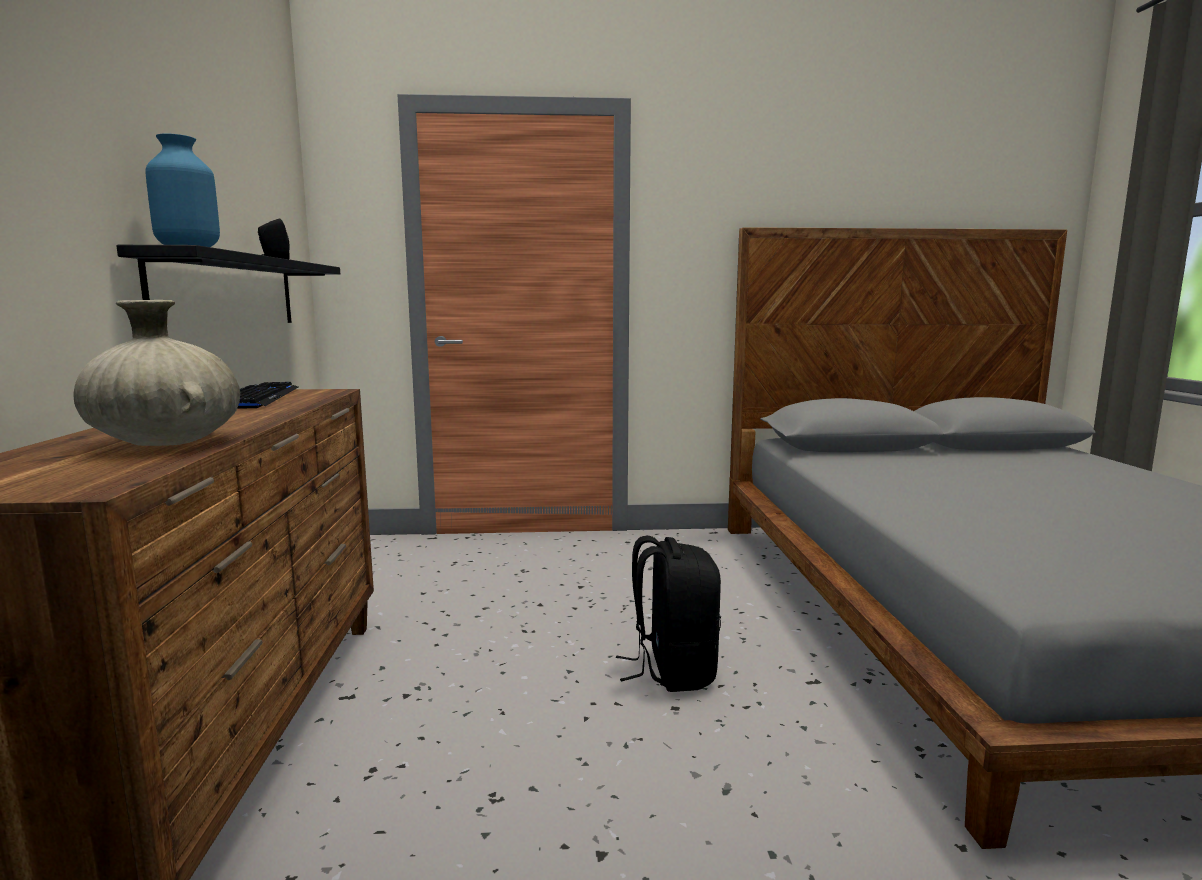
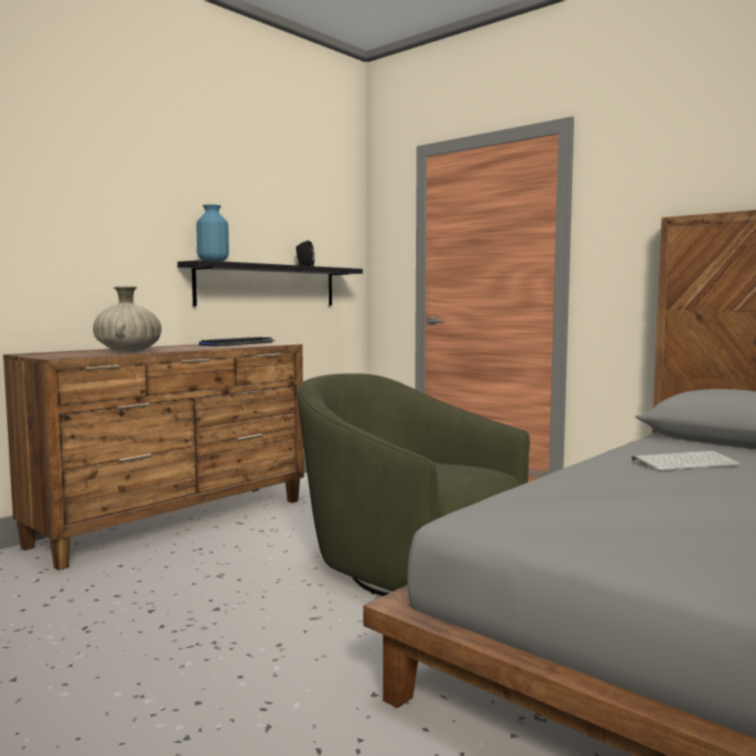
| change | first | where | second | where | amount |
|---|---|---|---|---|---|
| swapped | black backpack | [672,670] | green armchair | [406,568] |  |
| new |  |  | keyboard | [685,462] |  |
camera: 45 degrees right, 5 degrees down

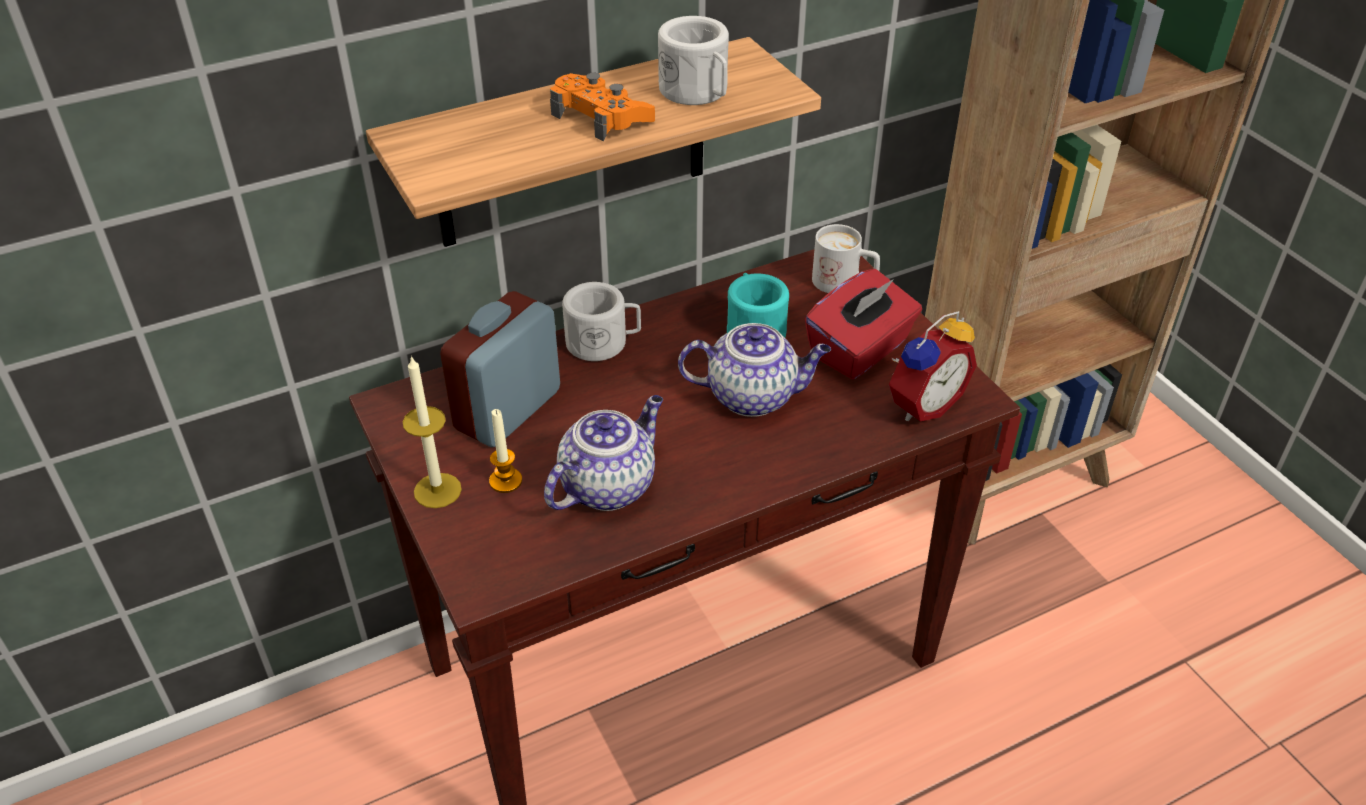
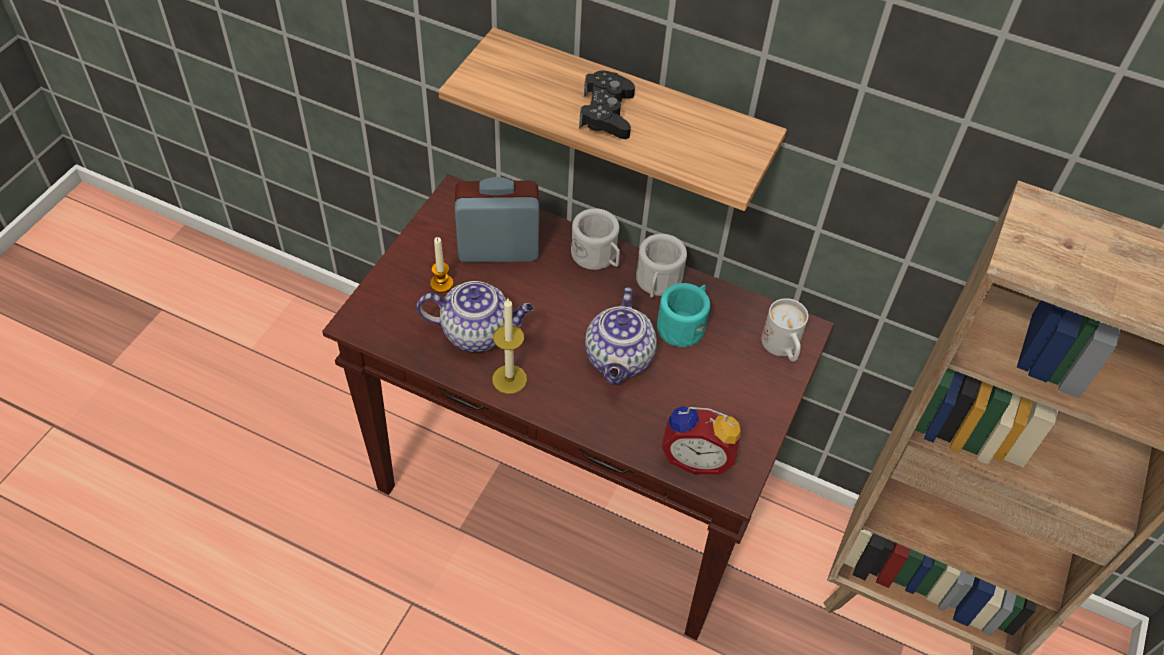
| change | first | where | second | where | amount |
|---|---|---|---|---|---|
| shifted | candle | [437,490] |  | [509,379] |  |
| repainted | orange game controller | [601,117] | black game controller | [606,113] |  |
| rotated | teapot | [754,396] |  | [619,360] | 45 degrees clockwise |
| shifted | white mug | [698,93] |  | [657,283] |  |
| gone | red tissue box | [860,350] |  |  |  |
camera: 50 degrees right, 10 degrees up

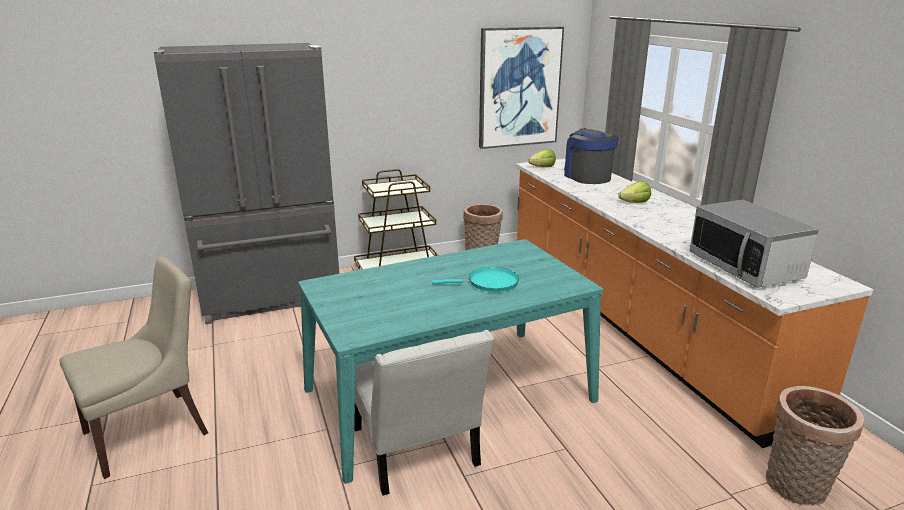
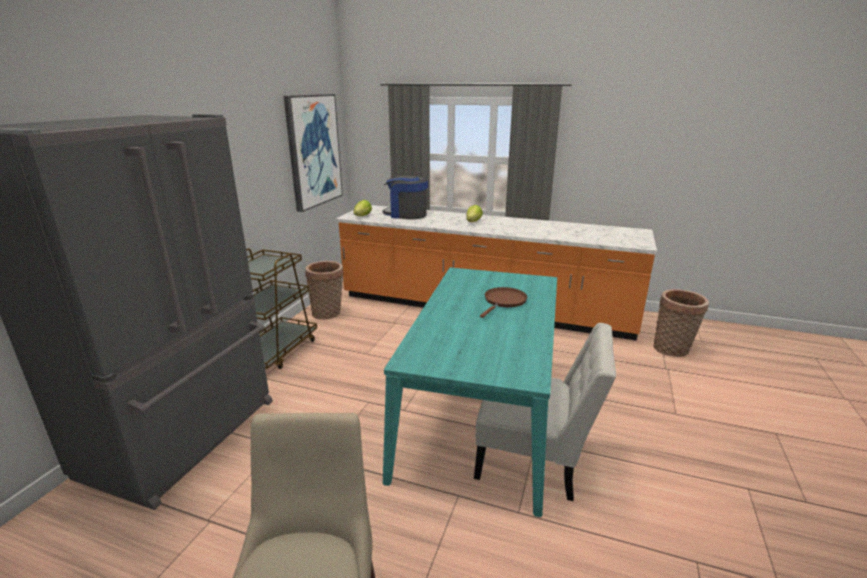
| change | first | where | second | where | amount |
|---|---|---|---|---|---|
| repainted | turquoise frying pan | [489,283] | brown frying pan | [504,301] |  |
| gone | microwave | [745,267] |  |  |  |
camera: 50 degrees left, 0 degrees up

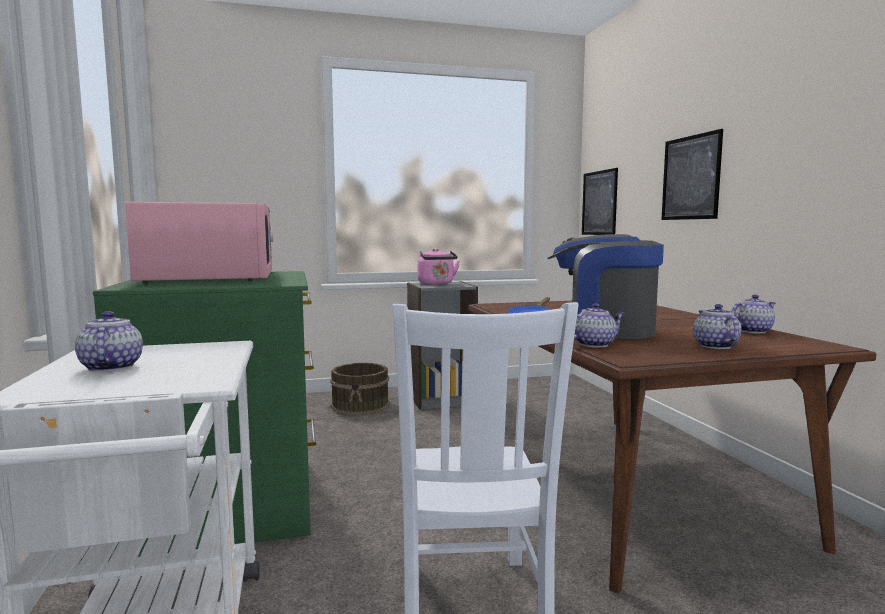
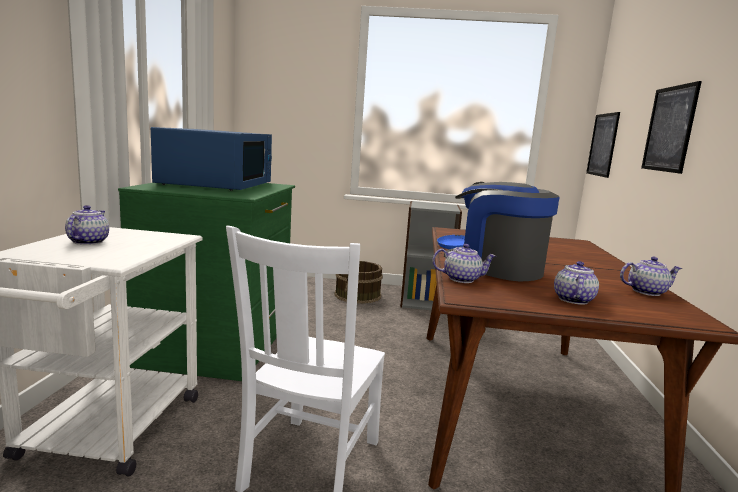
| change | first | where | second | where | amount |
|---|---|---|---|---|---|
| repainted | pink microwave | [211,277] | blue microwave | [217,184] |  |
| gone | pink kettle | [436,284] |  |  |  |
camera: 20 degrees right, 5 degrees up

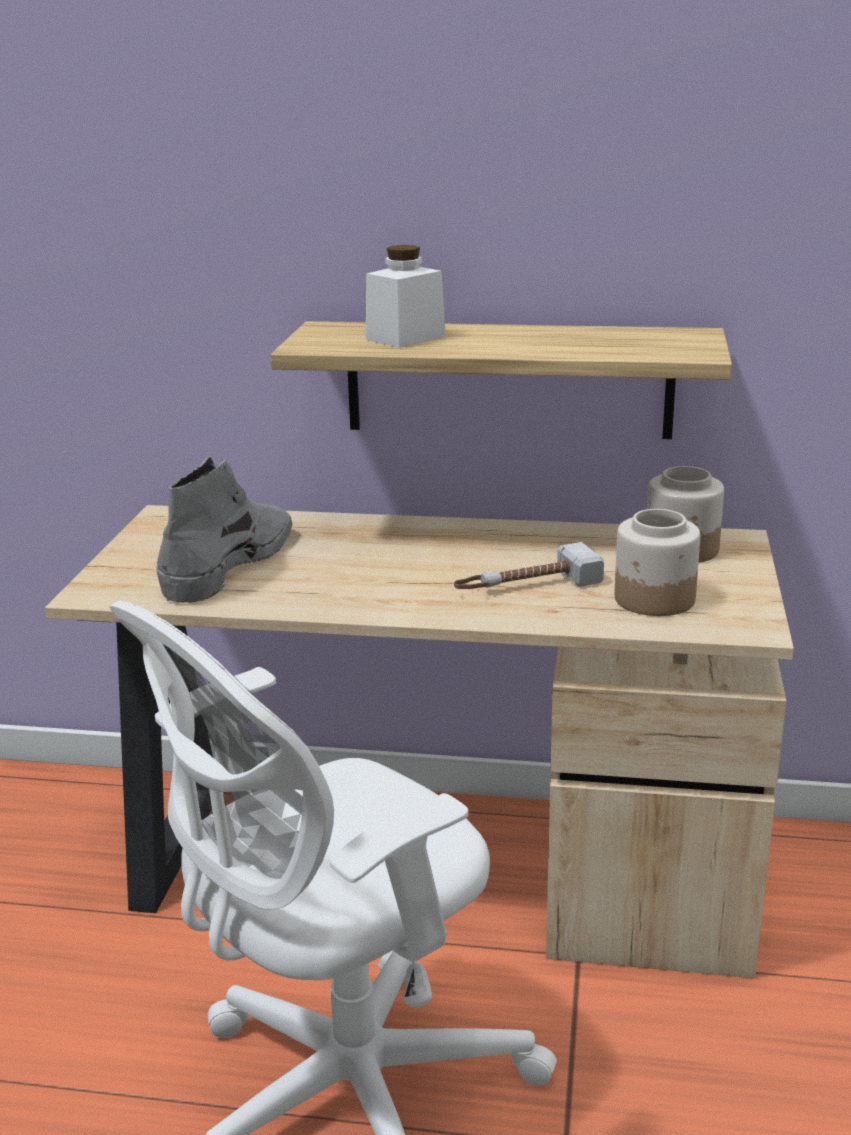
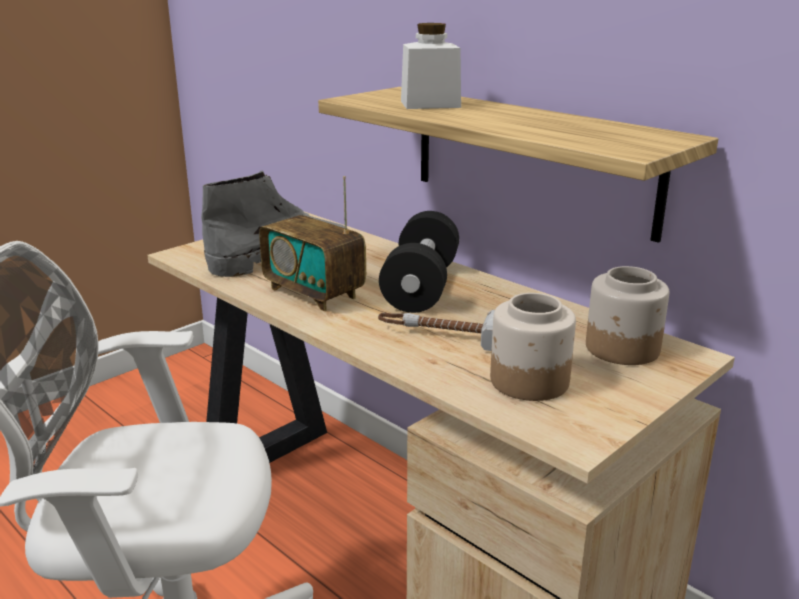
| change | first | where | second | where | amount |
|---|---|---|---|---|---|
| new |  |  | radio | [314,293] |  |
| new |  |  | black dumbbell | [421,287] |  |
camera: 35 degrees right, 0 degrees up

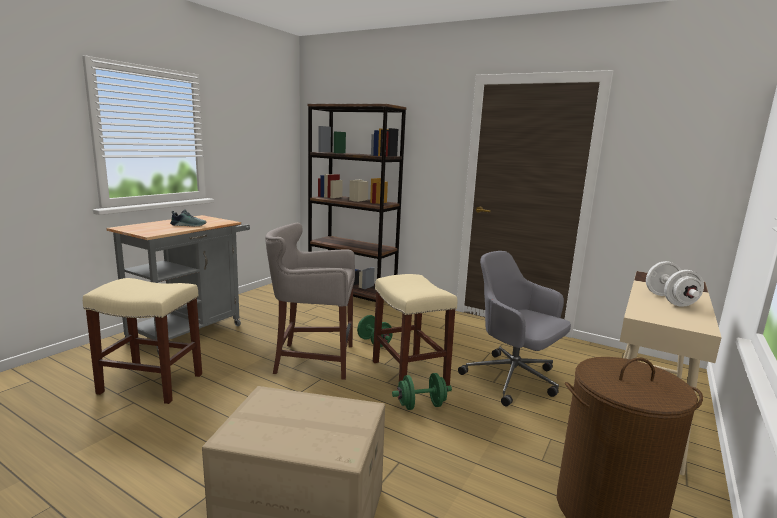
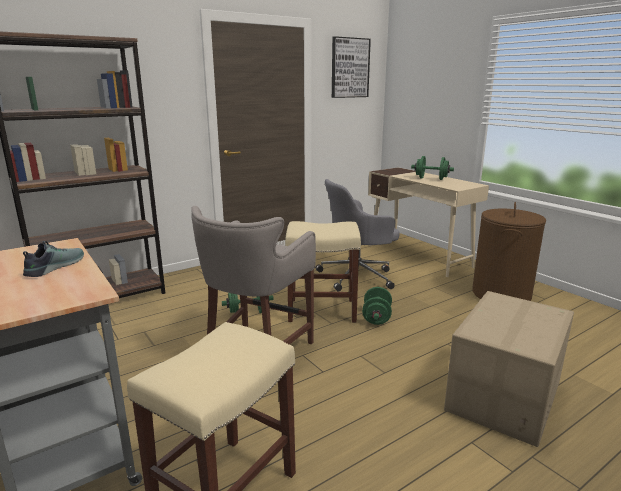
| change | first | where | second | where | amount |
|---|---|---|---|---|---|
| new |  |  | picture | [349,68] |  |
| repainted | white dumbbell | [670,300] | green dumbbell | [431,179] |  |
camera: 65 degrees left, 5 degrees up

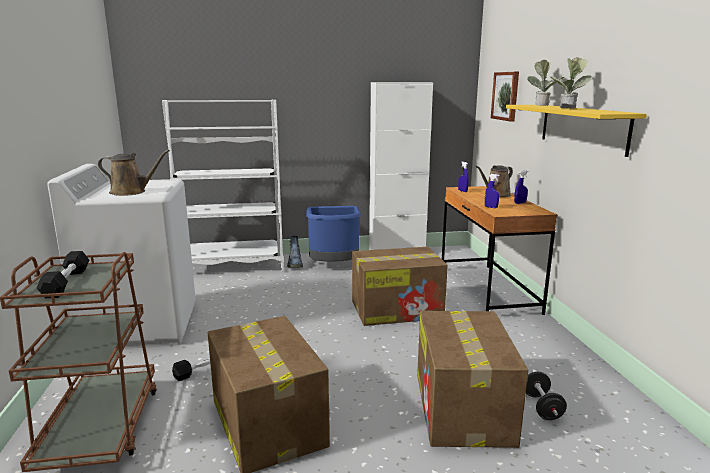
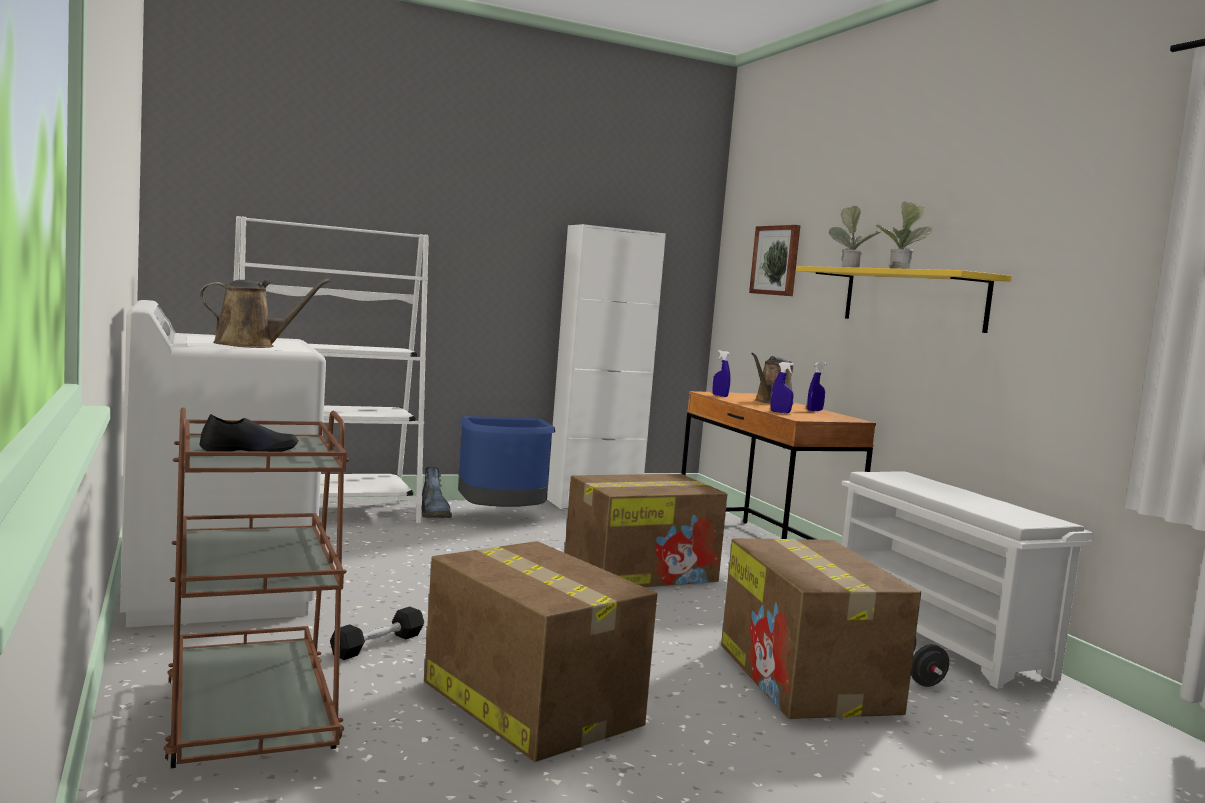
| change | first | where | second | where | amount |
|---|---|---|---|---|---|
| swapped | black dumbbell | [66,282] | black shoe | [249,451] |  |
| new |  |  | white shoe rack | [940,637] |  |
camera: 15 degrees left, 10 degrees down

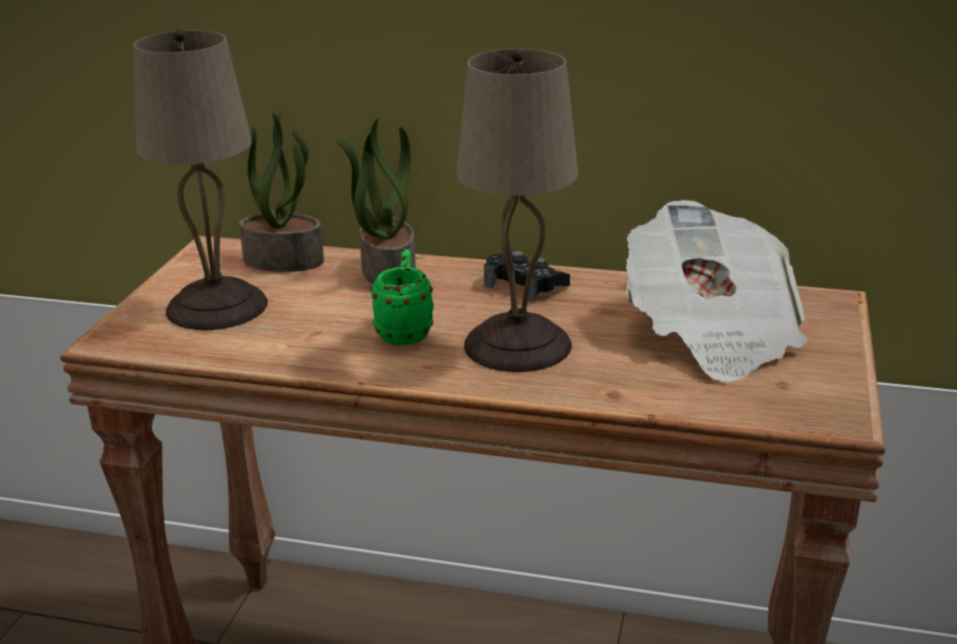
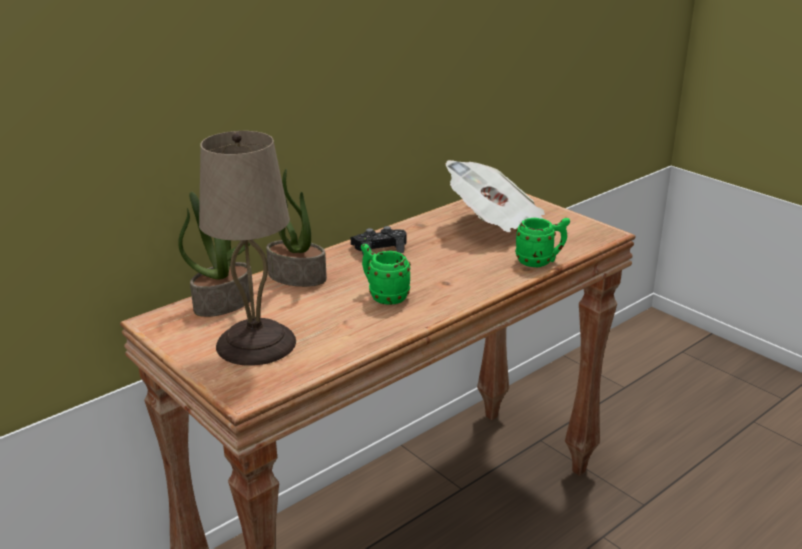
| change | first | where | second | where | amount |
|---|---|---|---|---|---|
| new |  |  | green mug | [540,261] |  |
| gone | beige table lamp | [520,344] |  |  |  |
camera: 55 degrees left, 0 degrees up

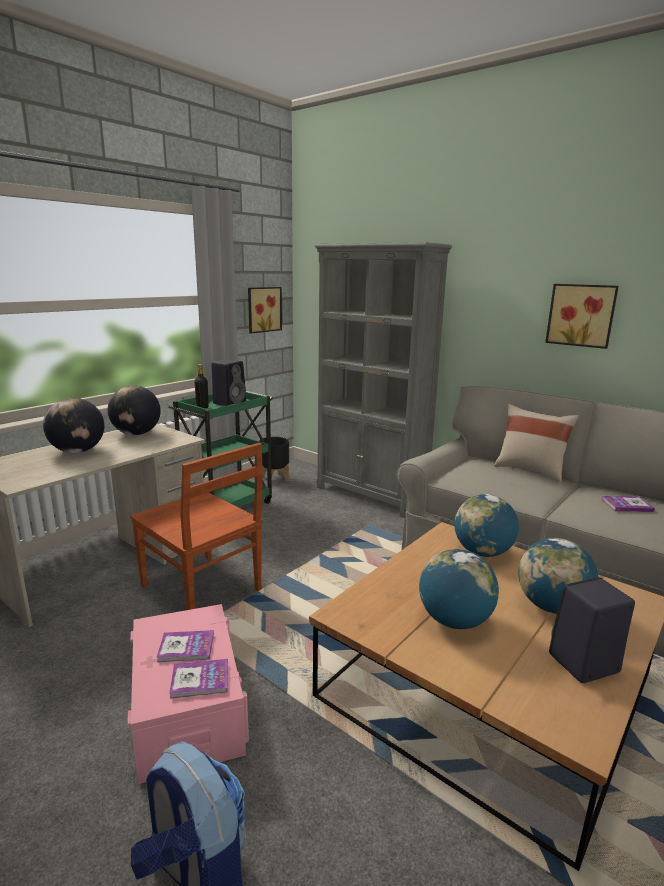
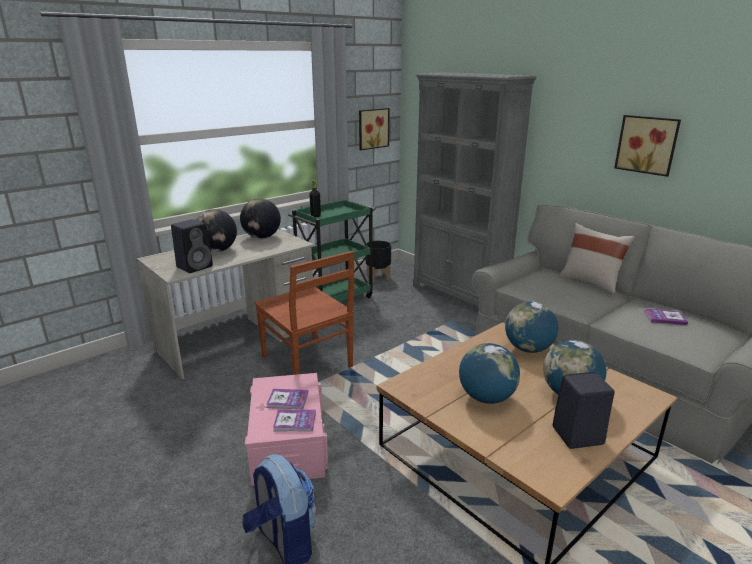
| change | first | where | second | where | amount |
|---|---|---|---|---|---|
| shifted | black speaker | [230,402] |  | [195,266] |  |
camera: 10 degrees right, 5 degrees up

